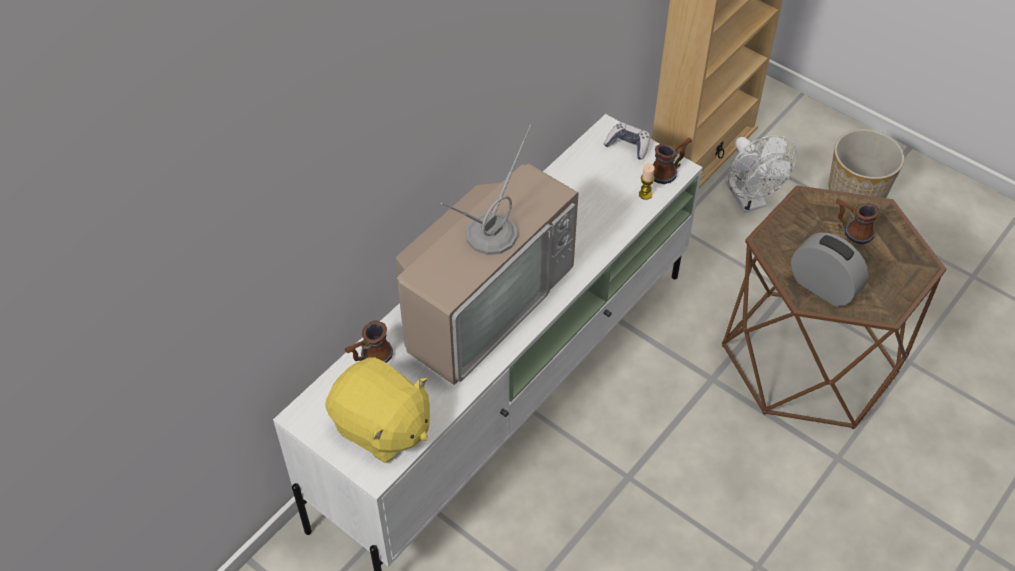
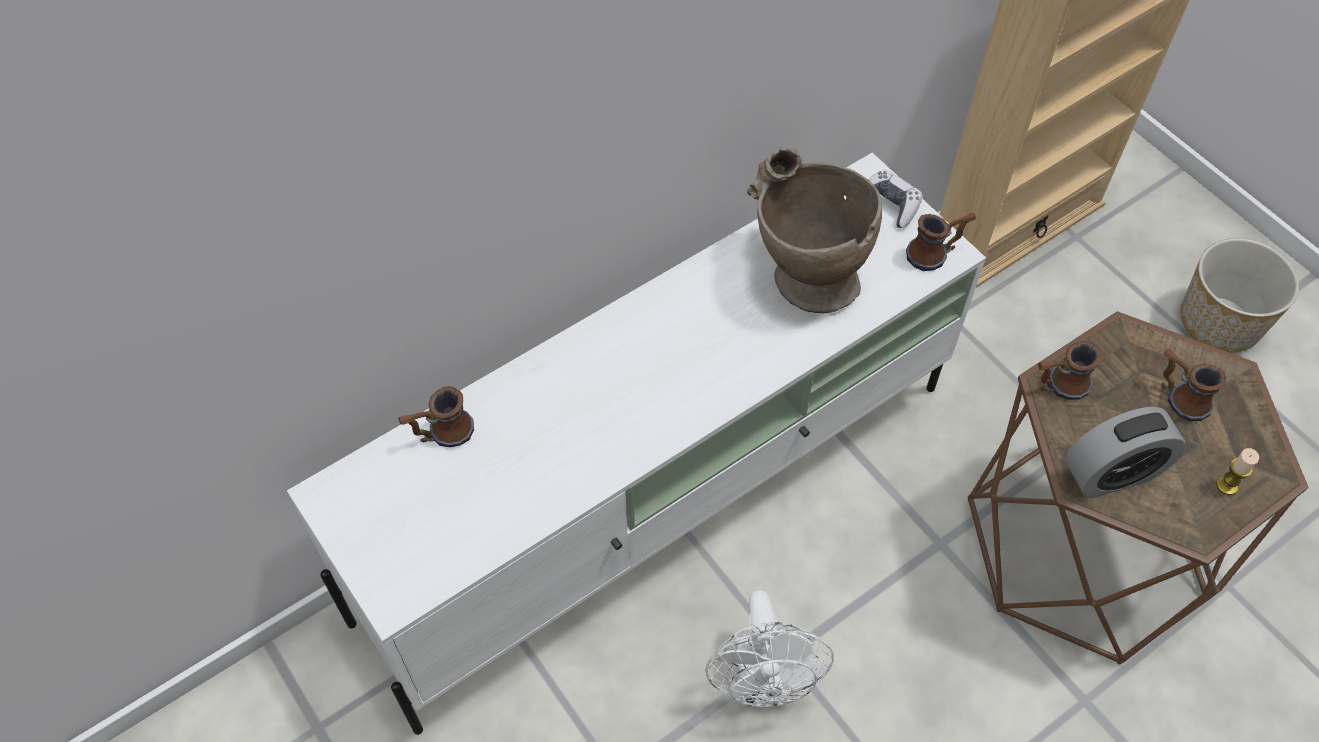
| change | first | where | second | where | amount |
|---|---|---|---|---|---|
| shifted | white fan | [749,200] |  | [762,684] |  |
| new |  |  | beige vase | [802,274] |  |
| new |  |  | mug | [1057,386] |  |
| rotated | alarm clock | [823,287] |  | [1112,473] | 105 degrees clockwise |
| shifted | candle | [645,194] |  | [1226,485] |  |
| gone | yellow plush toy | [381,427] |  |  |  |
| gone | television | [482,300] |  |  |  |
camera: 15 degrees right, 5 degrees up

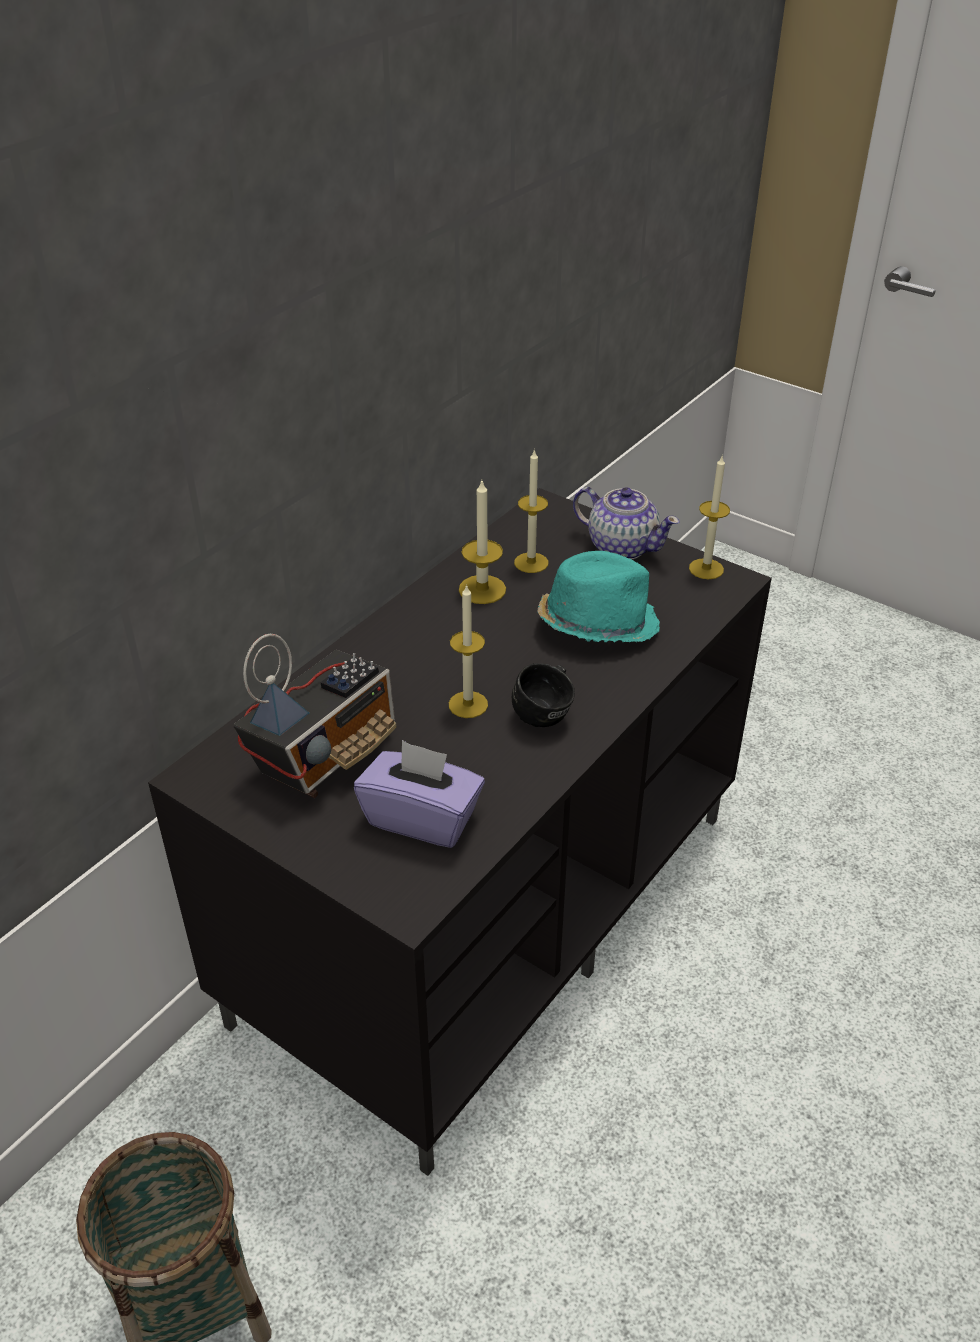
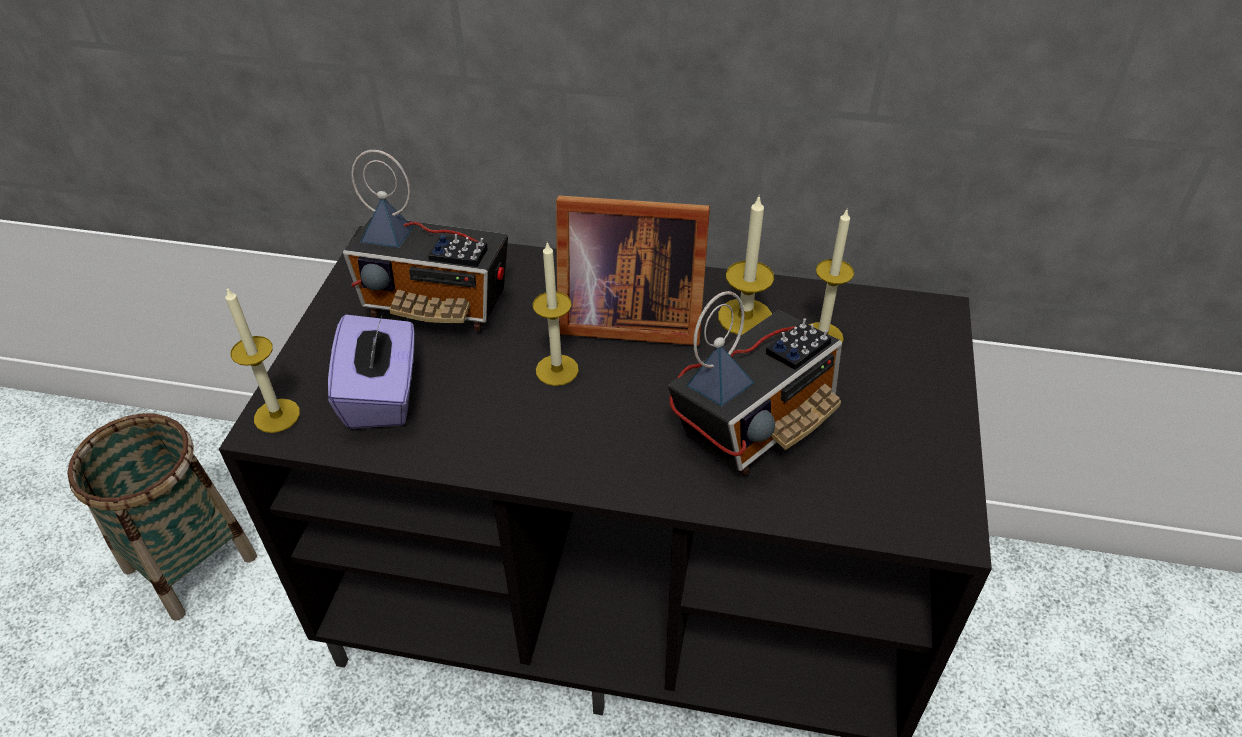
| change | first | where | second | where | amount |
|---|---|---|---|---|---|
| shifted | candle | [706,569] |  | [277,415] |  |
| new |  |  | picture frame | [625,317] |  |
| swapped | turquoise hat | [596,623] | radio | [756,424] |  |
| gone | black mug | [547,713] |  |  |  |
| gone | teapot | [621,546] |  |  |  |
camera: 65 degrees right, 5 degrees up

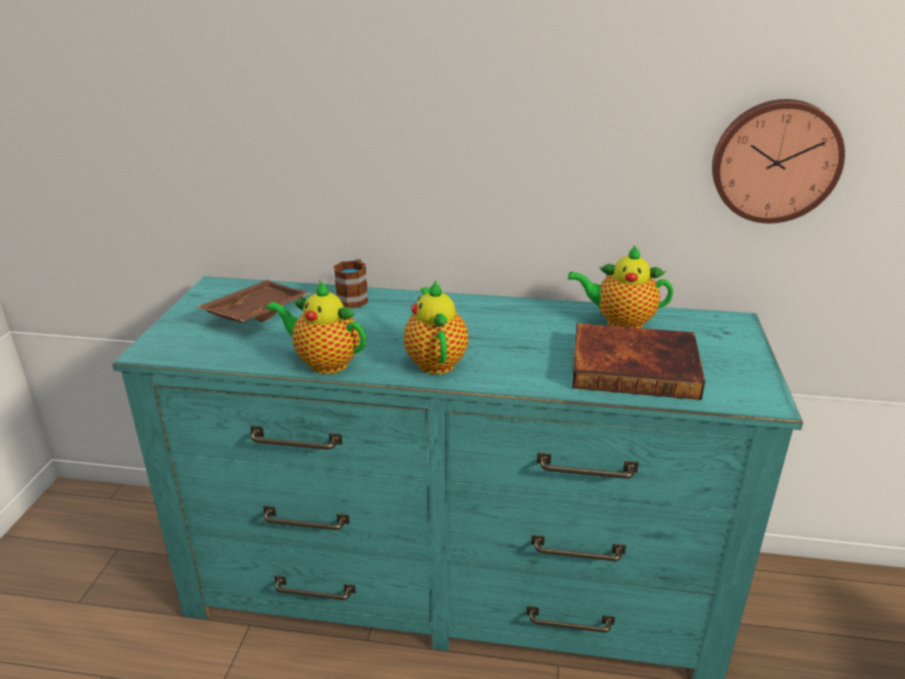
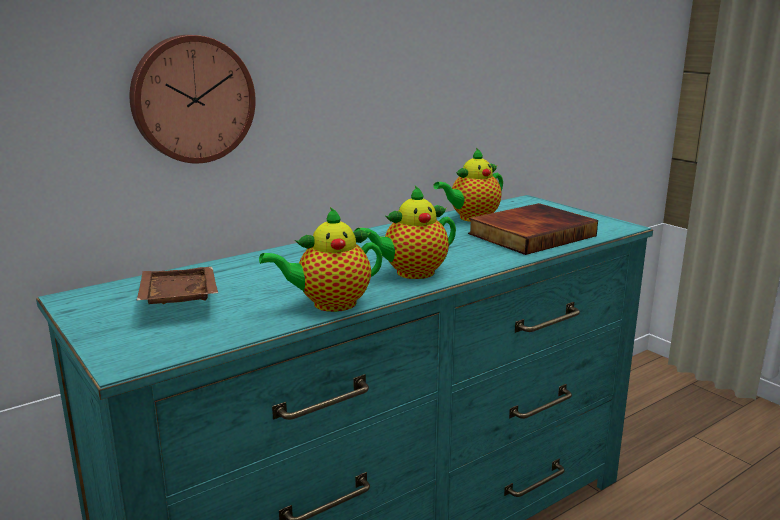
| change | first | where | second | where | amount |
|---|---|---|---|---|---|
| shifted | wall clock | [775,160] |  | [192,99] |  |
| rotated | teapot | [435,361] |  | [411,273] | 60 degrees counterclockwise |
| gone | mug | [354,297] |  |  |  |
camera: 45 degrees left, 10 degrees down

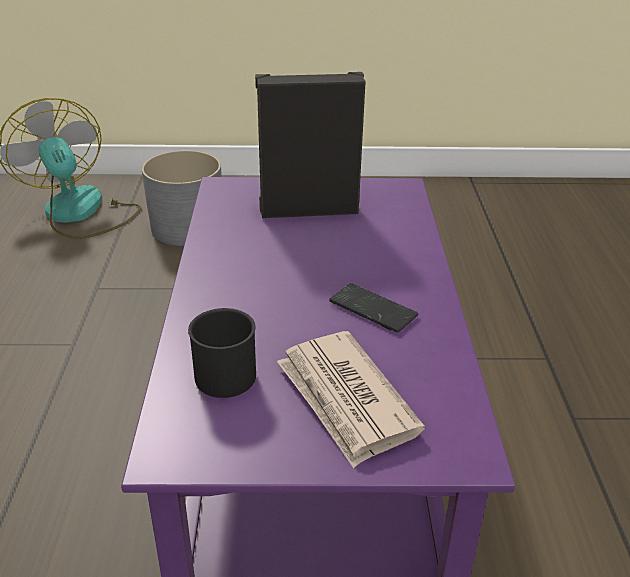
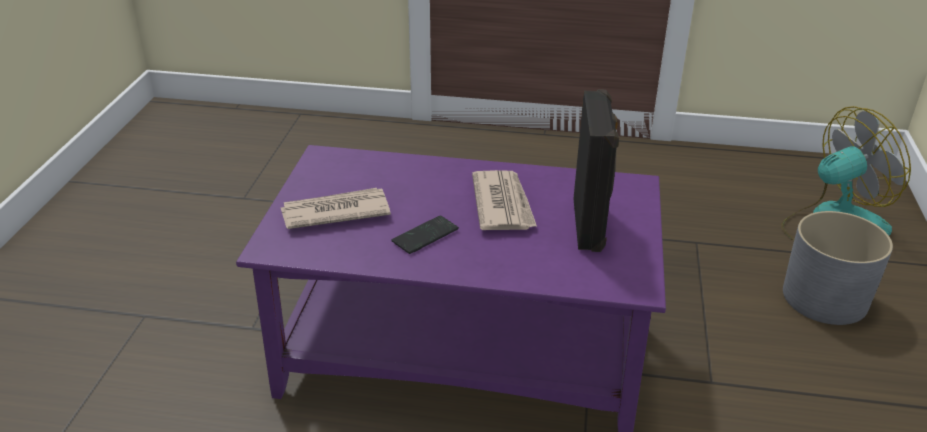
| change | first | where | second | where | amount |
|---|---|---|---|---|---|
| new |  |  | newspaper | [503,204] |  |
| gone | black mug | [225,370] |  |  |  |
camera: 100 degrees right, 0 degrees up

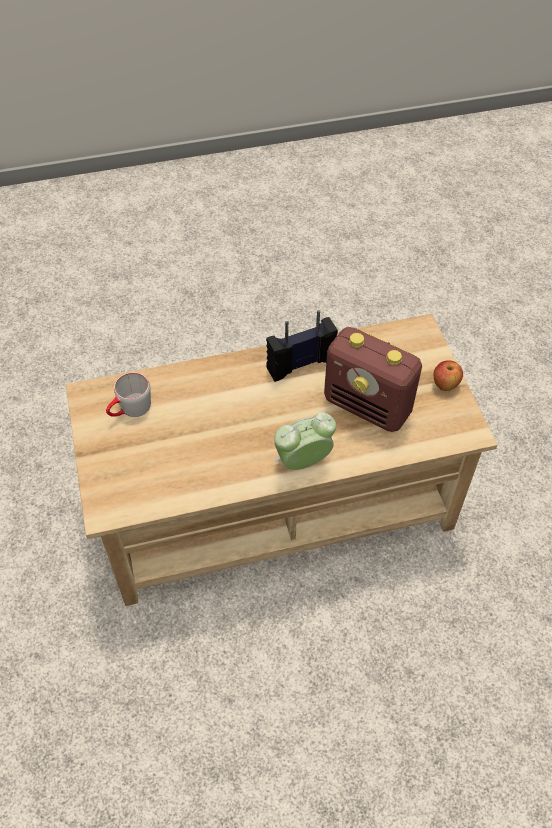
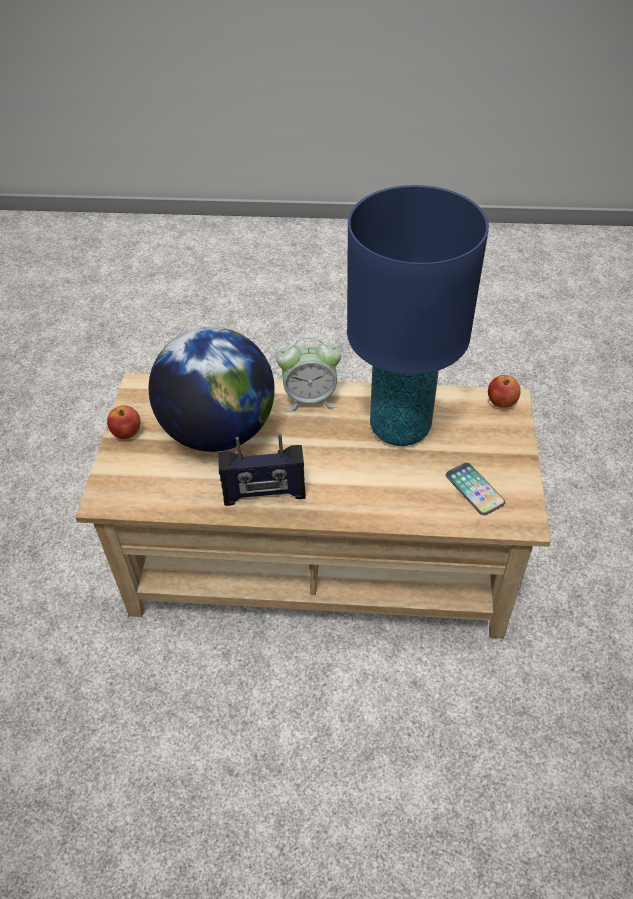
| change | first | where | second | where | amount |
|---|---|---|---|---|---|
| swapped | radio | [368,406] | globe | [219,431] |  |
| new |  |  | blue table lamp | [400,427] |  |
| swapped | grey mug | [130,410] | phone | [474,489] |  |
| new |  |  | apple | [501,403] |  |
camera: 160 degrees left, 5 degrees down

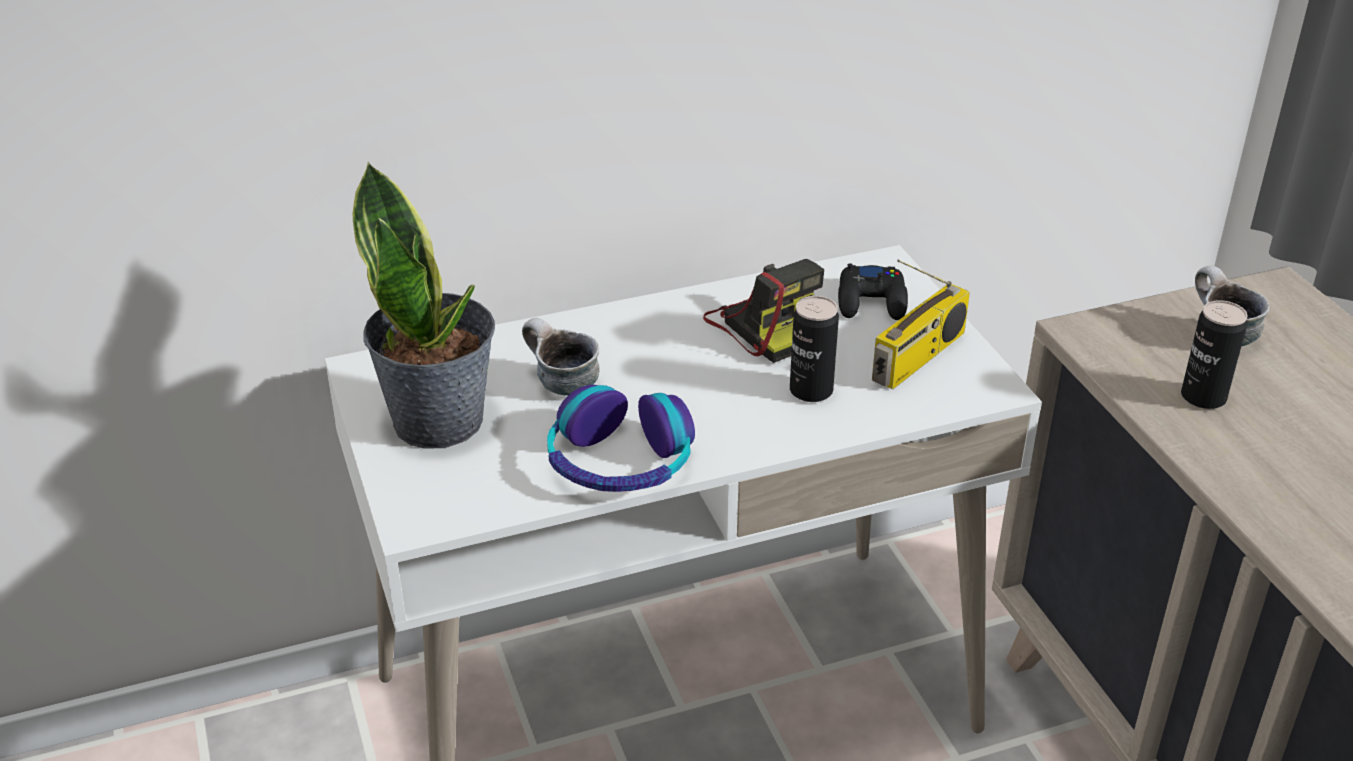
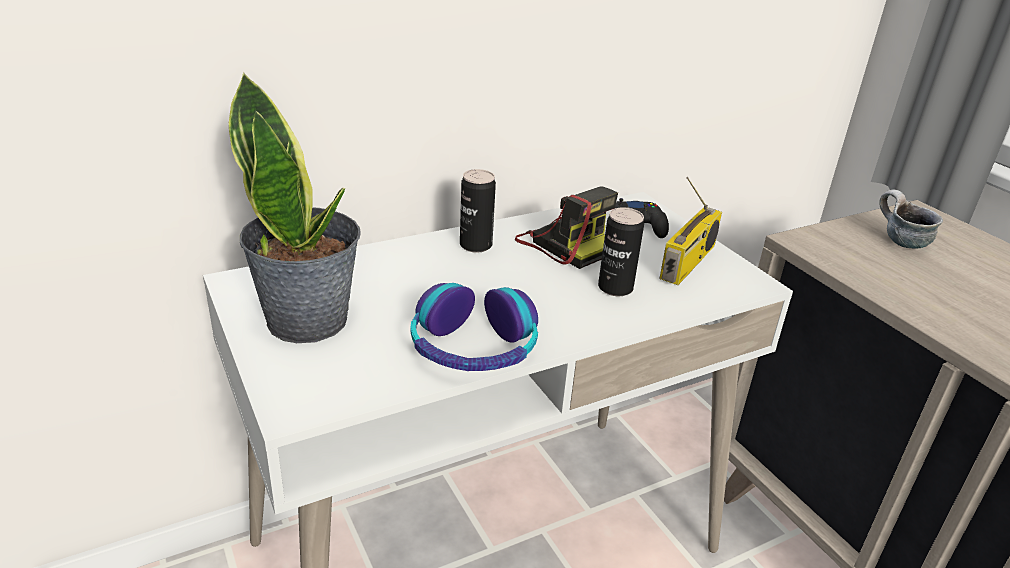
| change | first | where | second | where | amount |
|---|---|---|---|---|---|
| shifted | can | [1203,397] |  | [476,245] |  |
| gone | mug | [559,384] |  |  |  |
camera: 10 degrees left, 5 degrees down

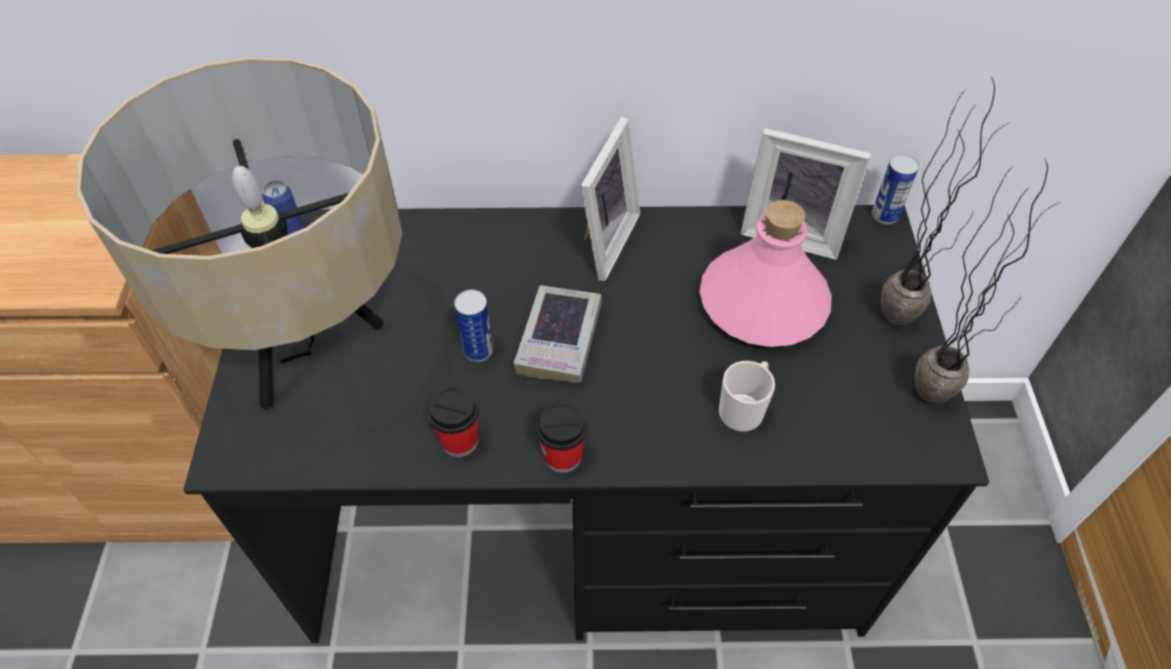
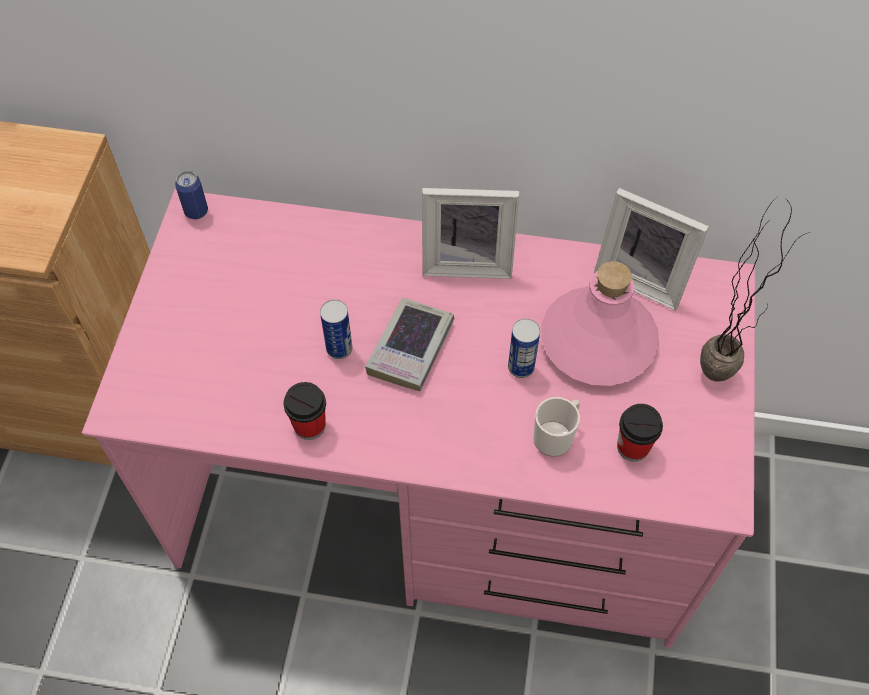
| change | first | where | second | where | amount |
|---|---|---|---|---|---|
| repainted | black desk | [588,521] | pink desk | [437,500] |  |
| rotated | picture frame | [602,241] |  | [467,261] | 60 degrees clockwise |
| shifted | can | [884,216] |  | [521,367] |  |
| shifted | cup | [562,456] |  | [632,447] |  |
| gone | beige table lamp | [313,347] |  |  |  |
| gone | potted plant | [933,382] |  |  |  |
camera: 10 degrees right, 5 degrees up

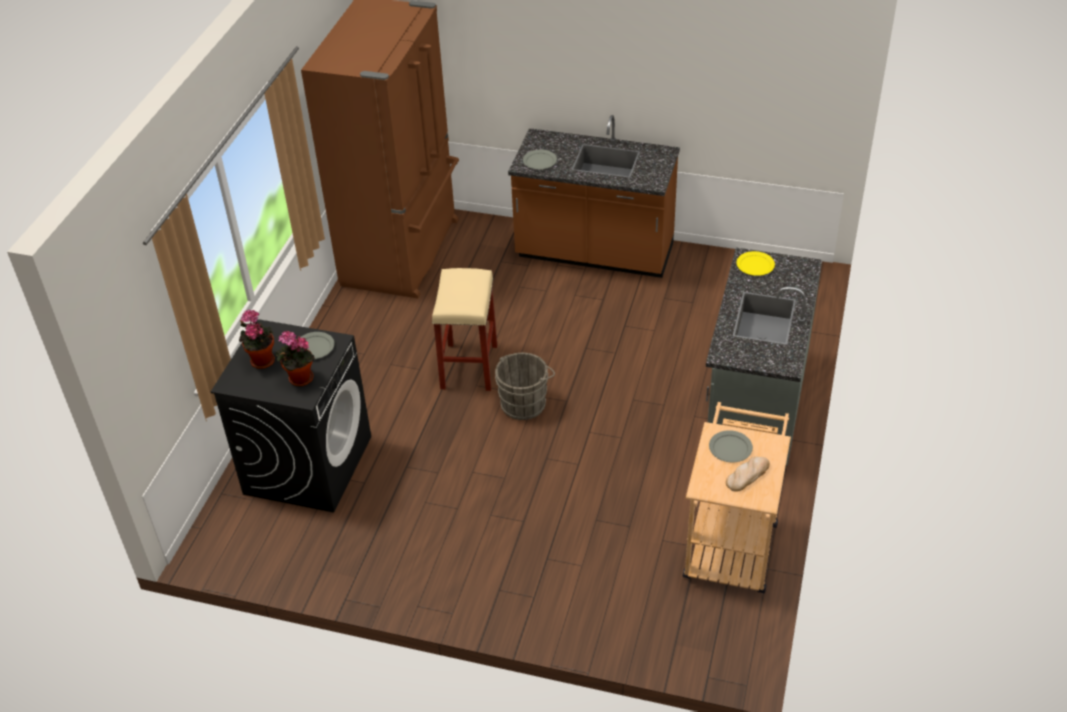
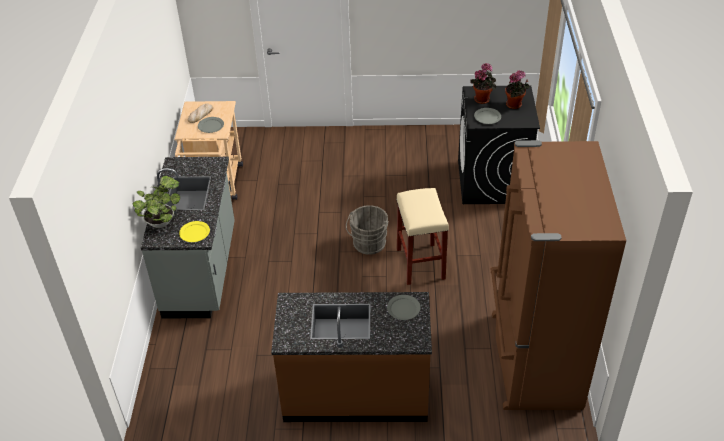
| change | first | where | second | where | amount |
|---|---|---|---|---|---|
| new |  |  | potted plant | [162,221] |  |
camera: 165 degrees right, 0 degrees up

